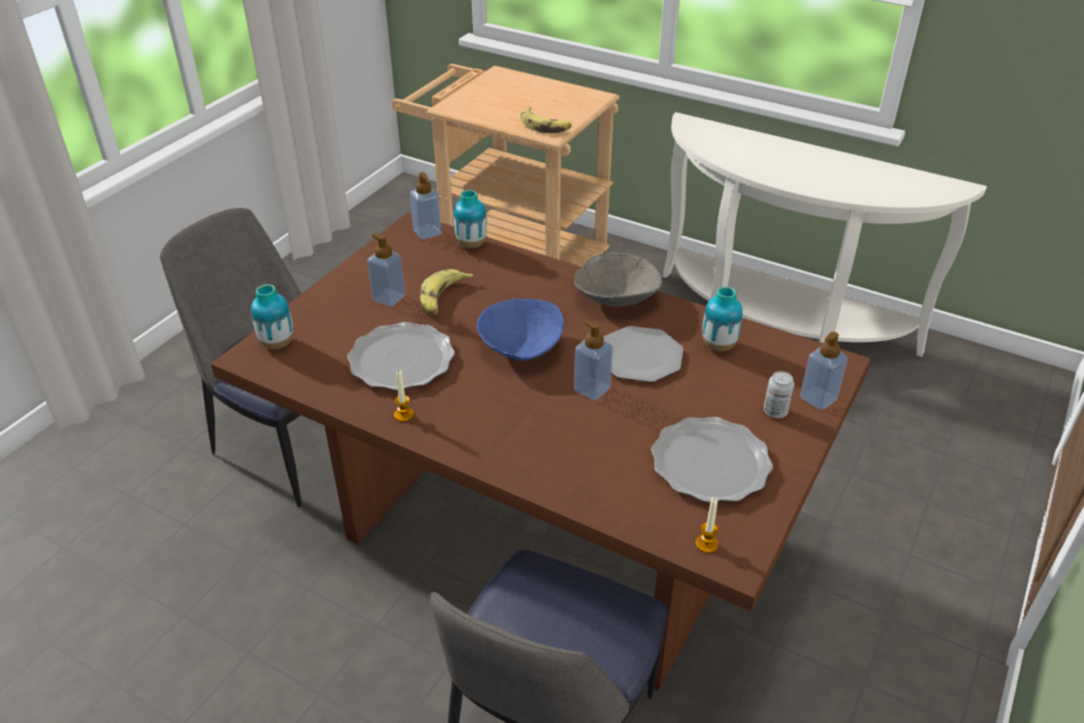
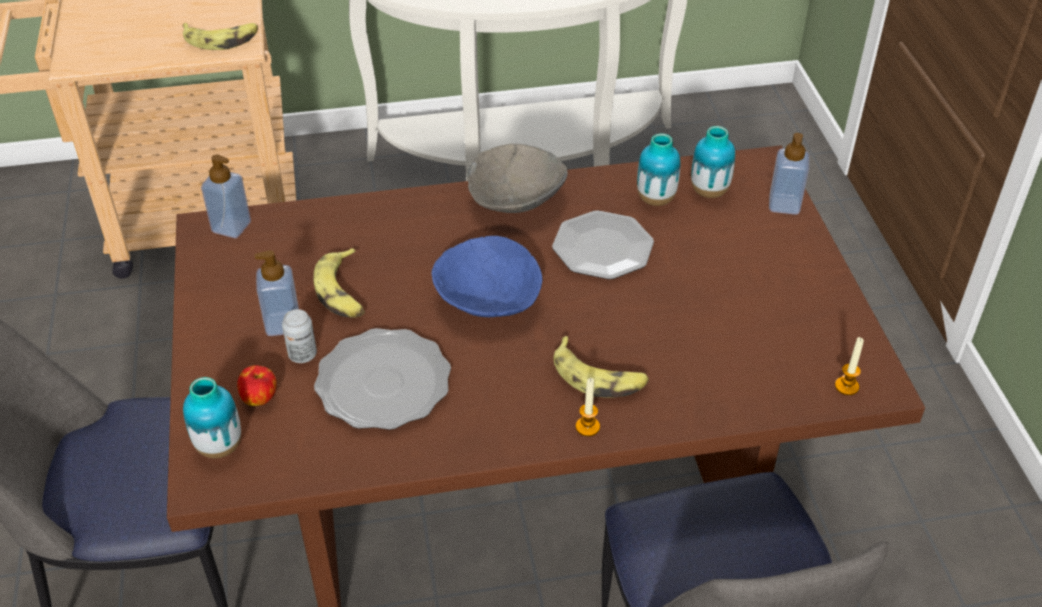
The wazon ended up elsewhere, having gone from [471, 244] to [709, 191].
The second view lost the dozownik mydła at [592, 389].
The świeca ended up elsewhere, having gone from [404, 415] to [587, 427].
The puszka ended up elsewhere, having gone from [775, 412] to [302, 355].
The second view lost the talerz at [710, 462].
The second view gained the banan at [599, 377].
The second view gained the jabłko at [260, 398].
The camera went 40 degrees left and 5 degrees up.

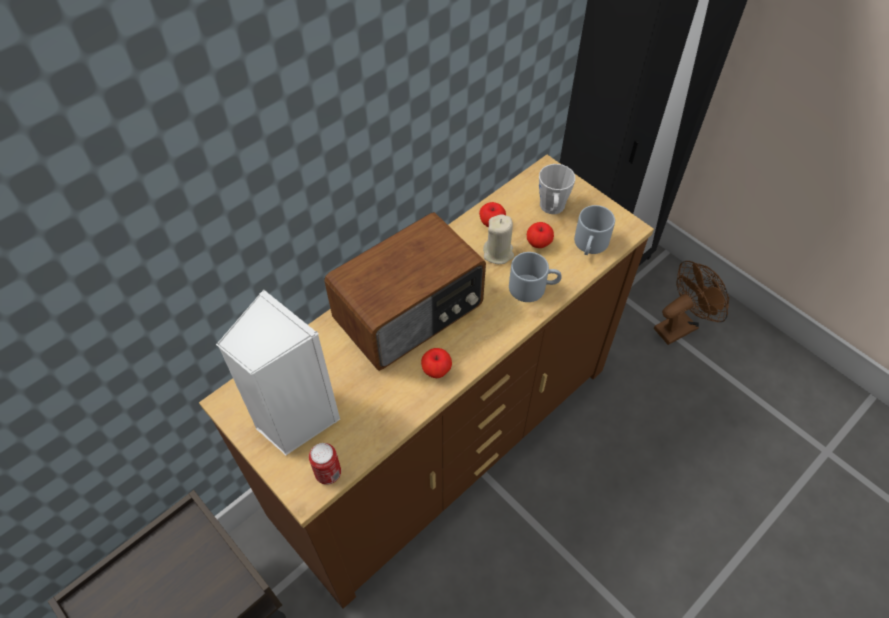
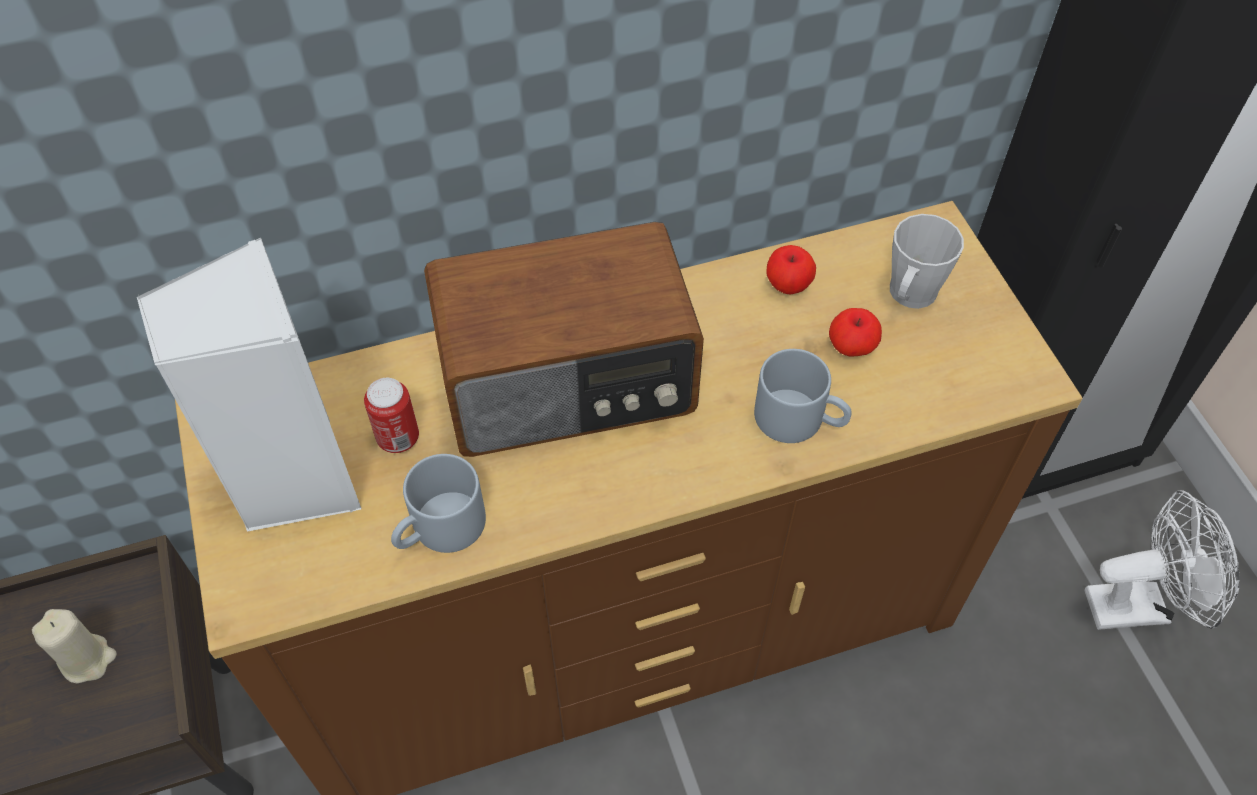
The kubek (szary) ended up elsewhere, having gone from [590, 245] to [440, 530].
The świeca (beżowy) ended up elsewhere, having gone from [498, 253] to [87, 659].
What was the wentylator (brązowy) at [680, 325] turned into the wentylator (biały) at [1138, 605].
The second view lost the jabłko at [436, 370].
The puszka ended up elsewhere, having gone from [328, 473] to [398, 438].
The camera went 25 degrees right and 0 degrees up.

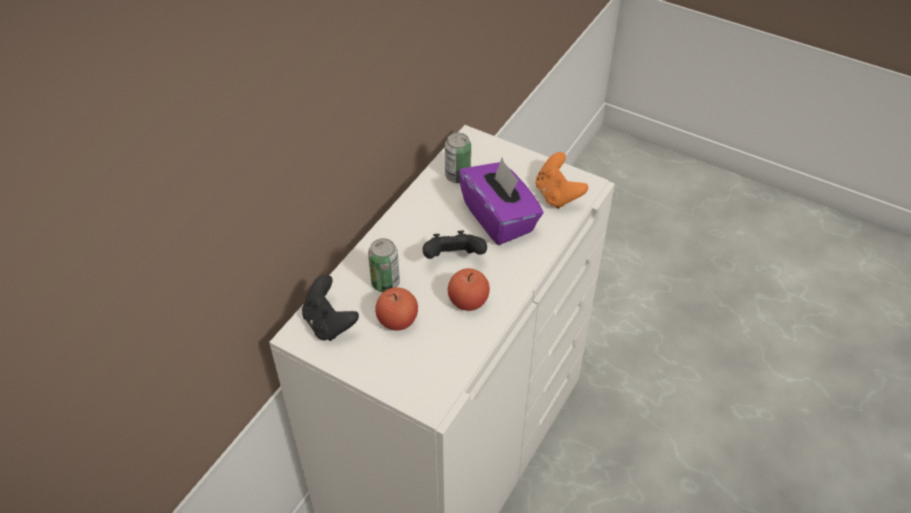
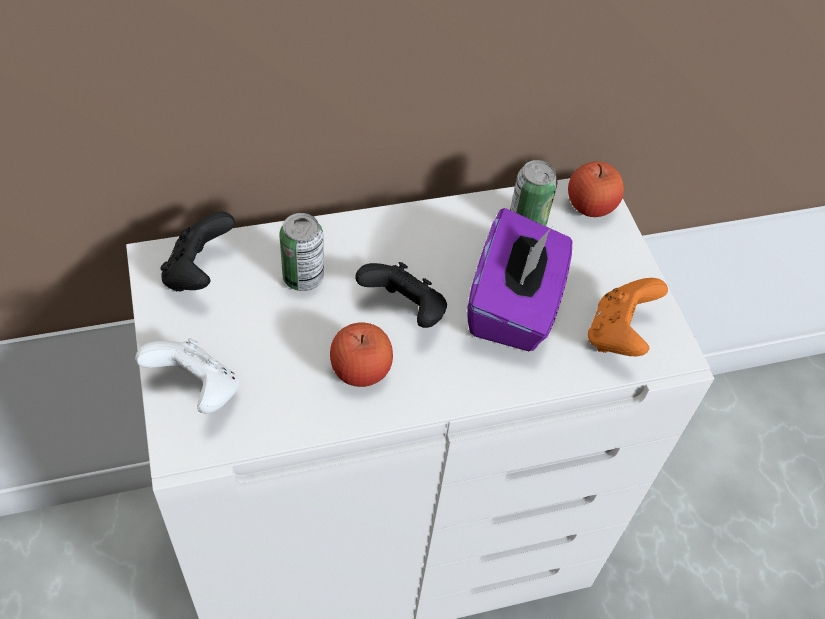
The jabłko ended up elsewhere, having gone from [397, 320] to [590, 206].
The second view gained the pad do gier (biały) at [197, 390].
The camera went 40 degrees right and 5 degrees up.

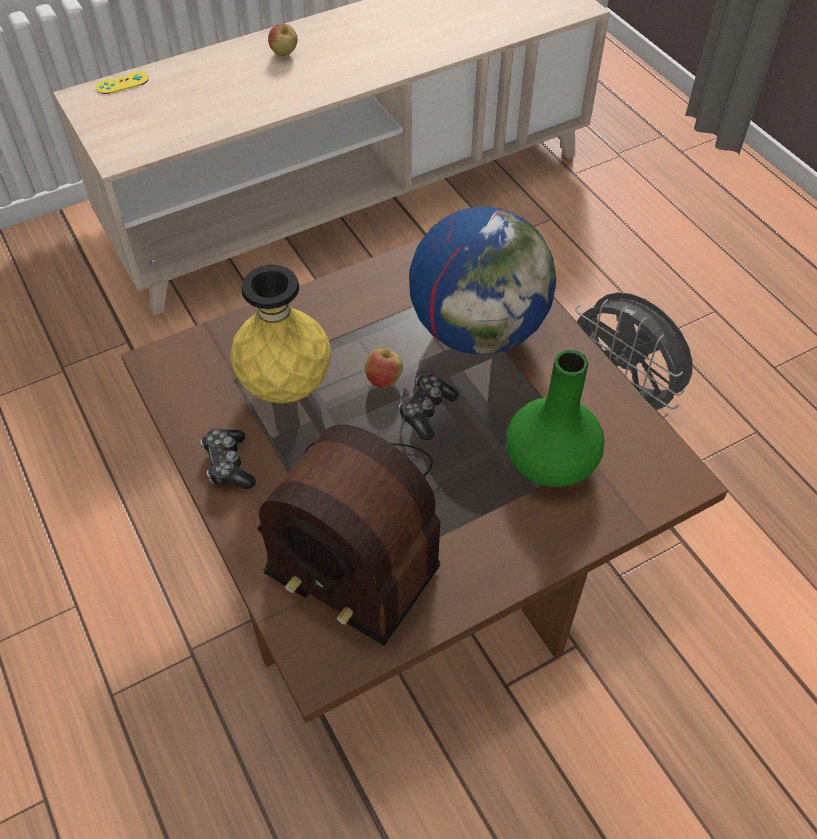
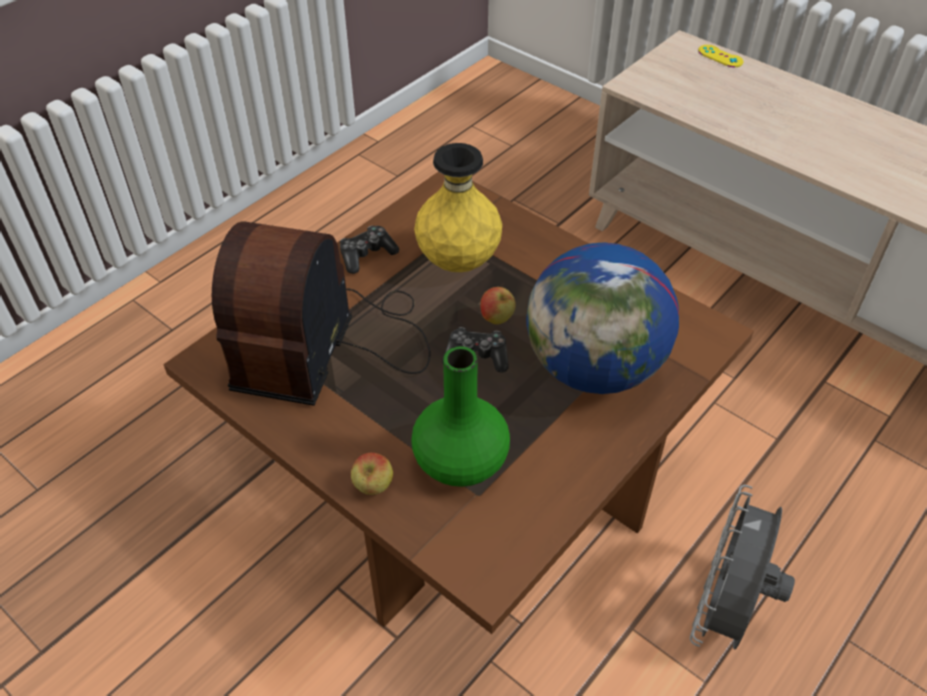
The jabłko ended up elsewhere, having gone from [284, 54] to [373, 487].
The camera went 70 degrees right and 5 degrees down.

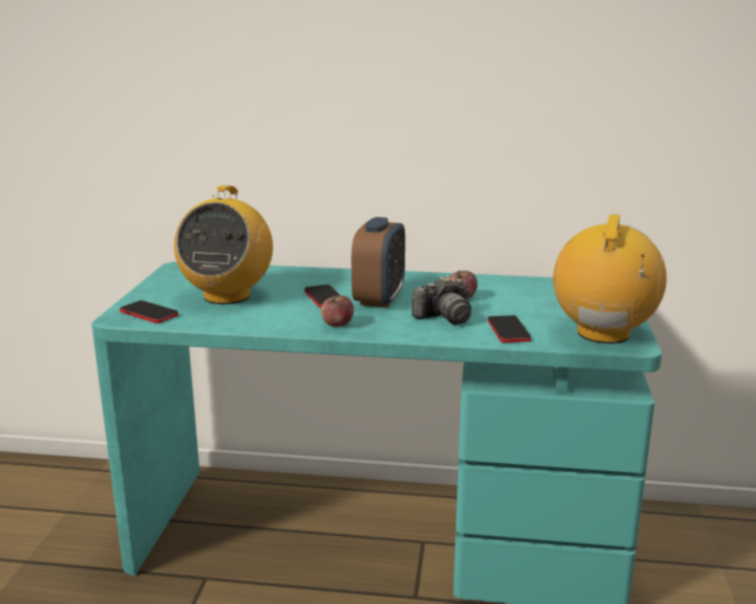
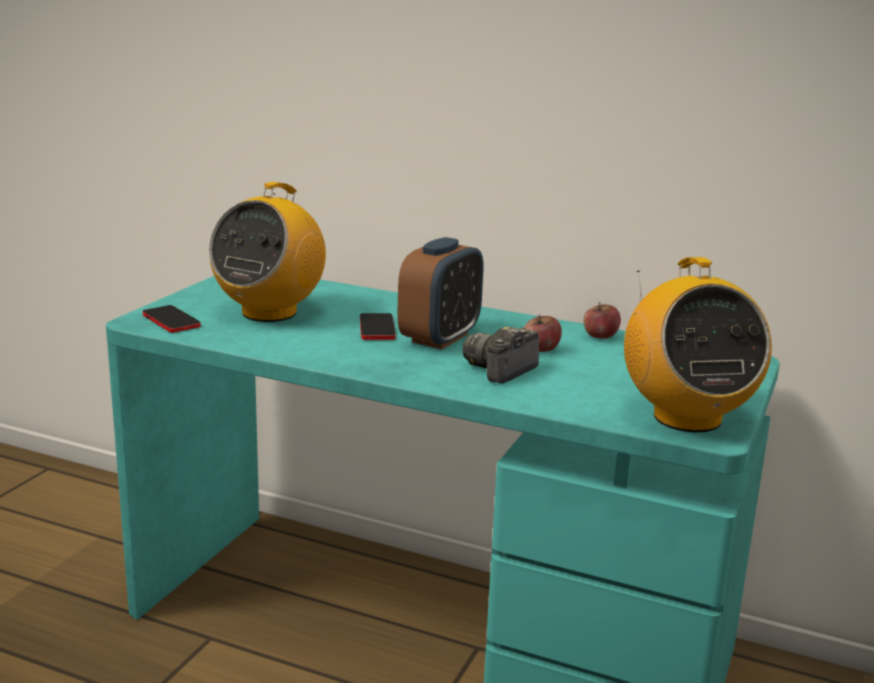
The radio at [603, 334] ended up facing another way, 135 degrees clockwise from before.
The aparat fotograficzny at [444, 317] ended up facing another way, 135 degrees clockwise from before.
The jabłko ended up elsewhere, having gone from [337, 324] to [600, 336].
The second view lost the telefon at [508, 330].
The camera went 15 degrees right and 0 degrees up.

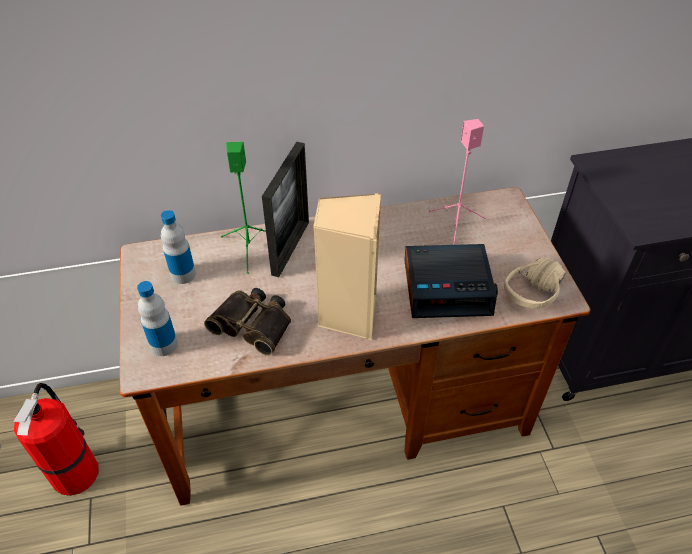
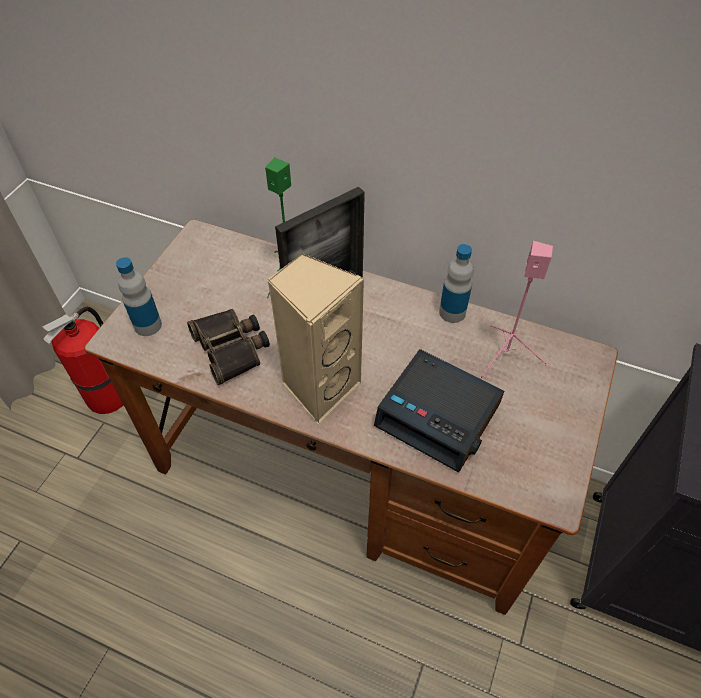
The butelka ended up elsewhere, having gone from [183, 274] to [452, 312].
The second view lost the słuchawki (beżowy) at [542, 298].
The camera went 35 degrees right and 5 degrees up.

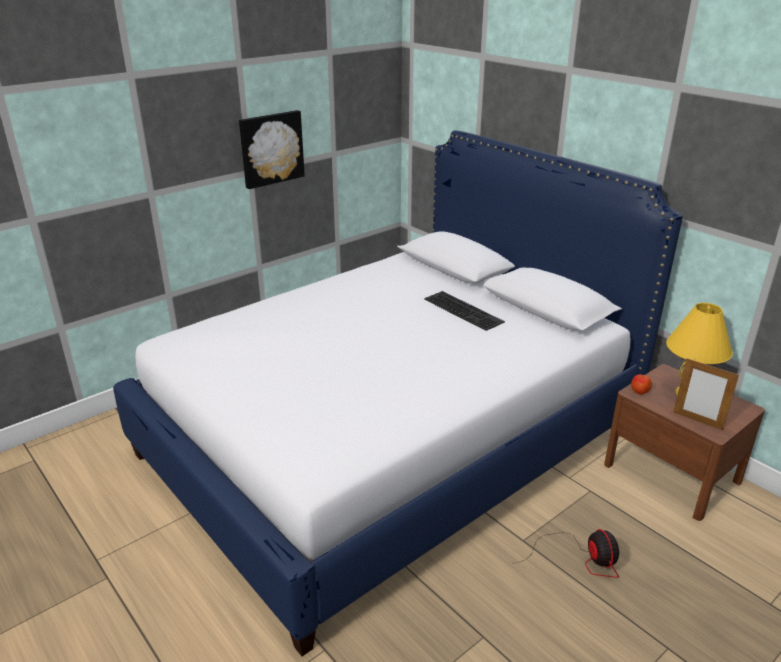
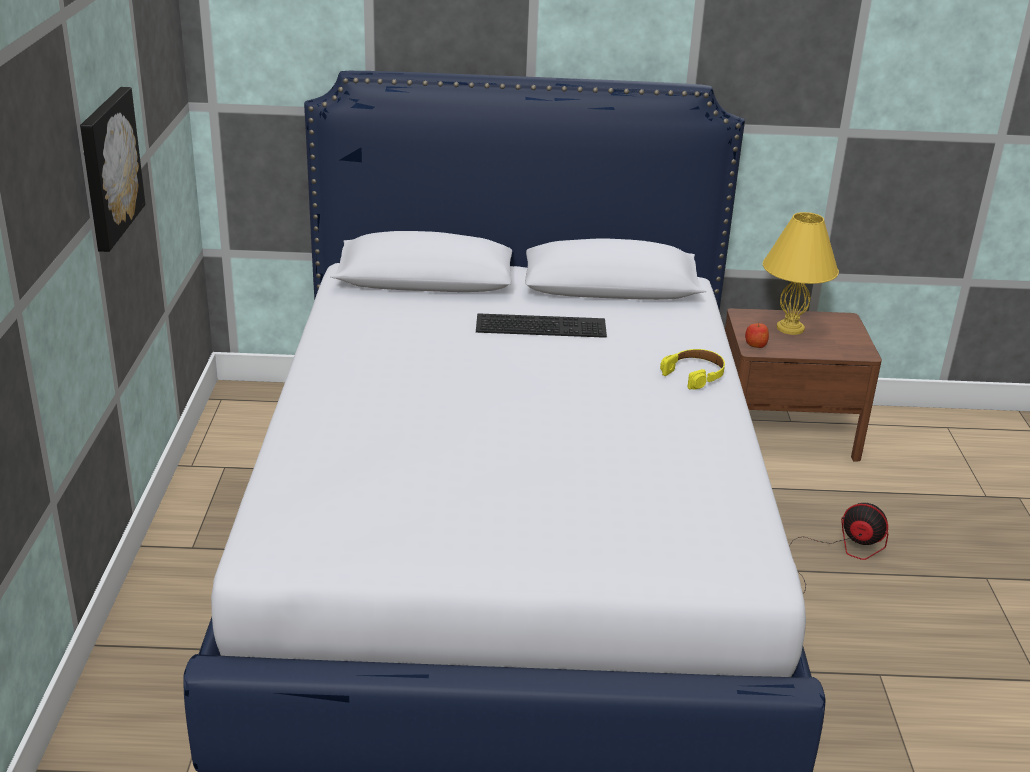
The second view lost the ramka na zdjęcie at [697, 421].
The second view gained the słuchawki (żółty) at [695, 374].
The camera went 50 degrees left and 0 degrees up.

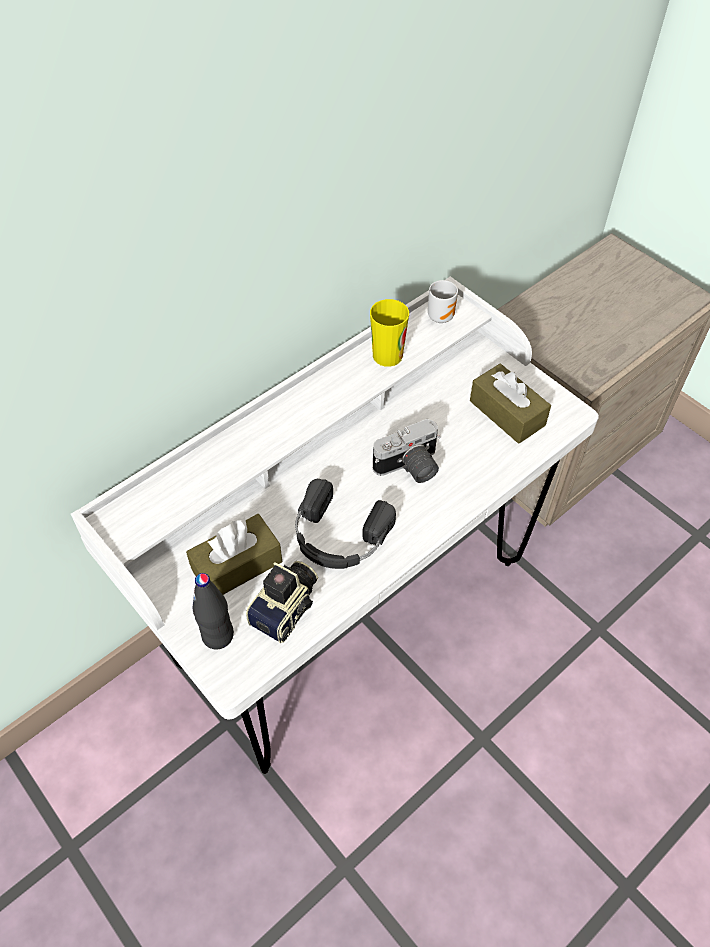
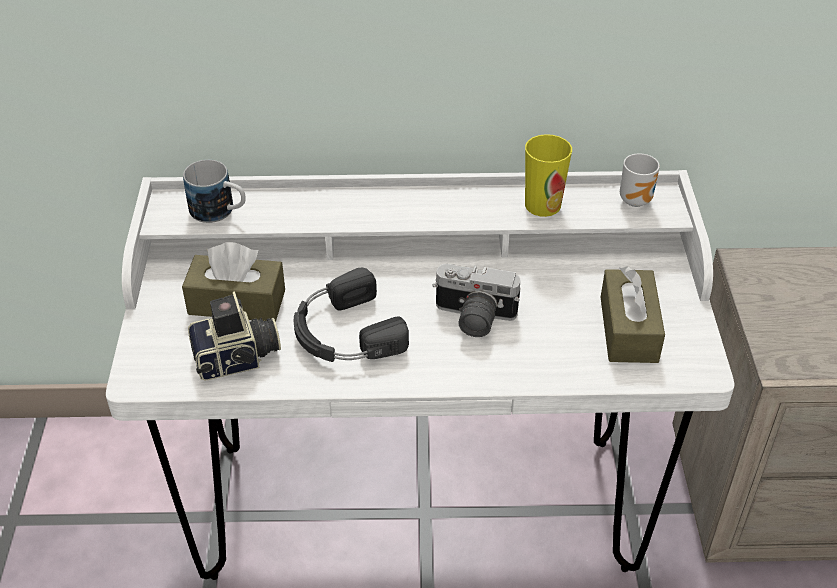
The second view lost the butelka (czarny) at [218, 635].
The second view gained the kubek at [220, 212].
The camera went 40 degrees right and 10 degrees down.

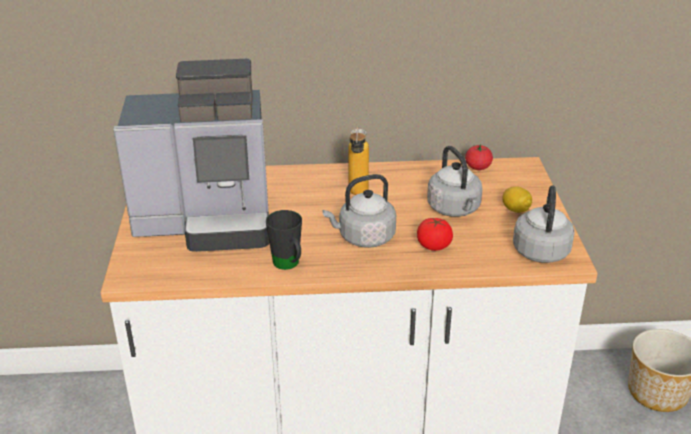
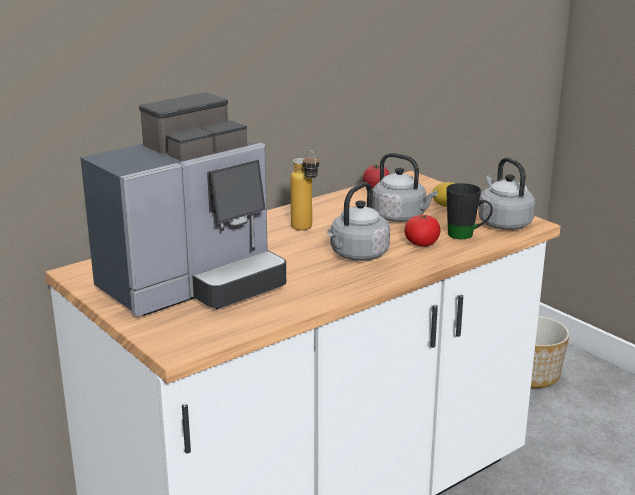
The kubek (czarny) ended up elsewhere, having gone from [289, 266] to [467, 236].
The camera went 35 degrees left and 10 degrees down.

